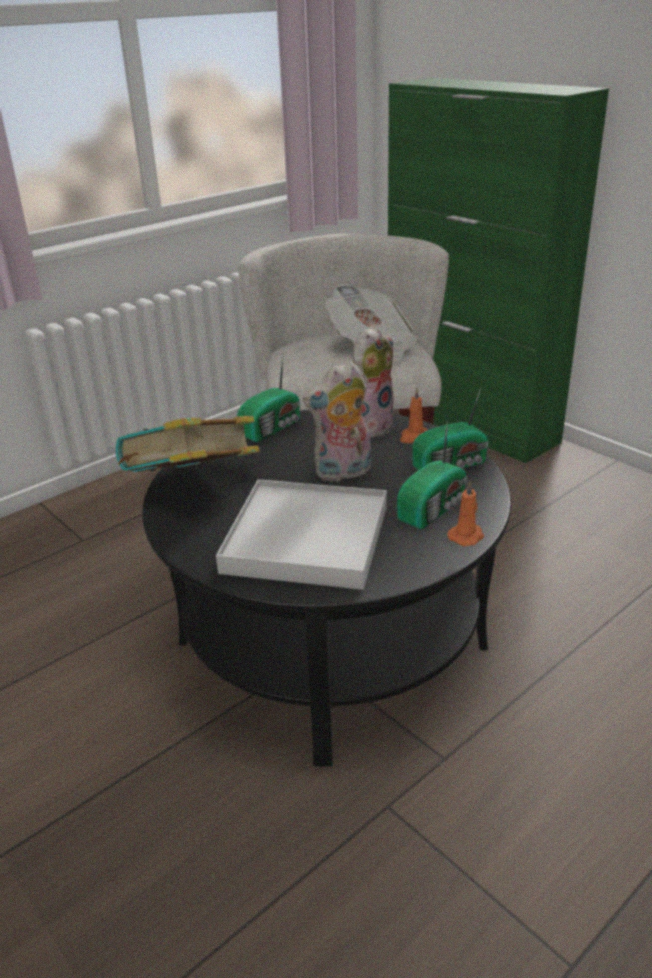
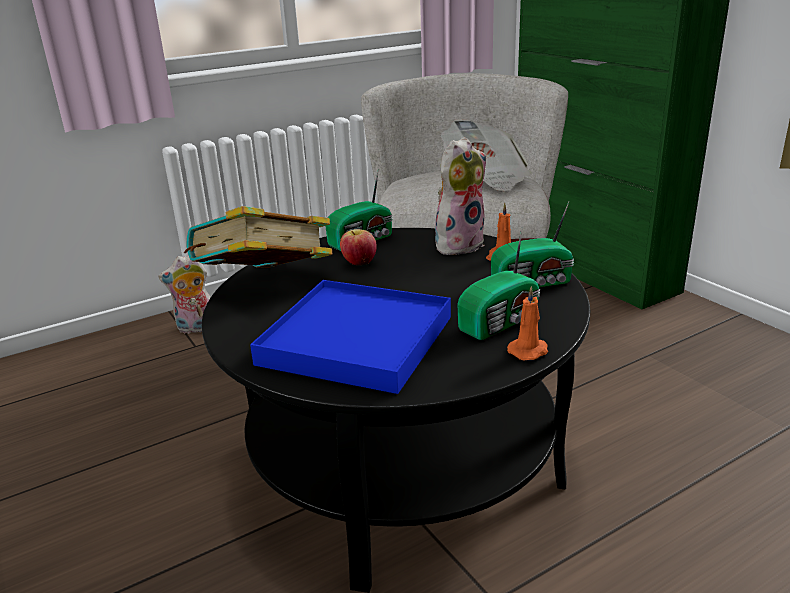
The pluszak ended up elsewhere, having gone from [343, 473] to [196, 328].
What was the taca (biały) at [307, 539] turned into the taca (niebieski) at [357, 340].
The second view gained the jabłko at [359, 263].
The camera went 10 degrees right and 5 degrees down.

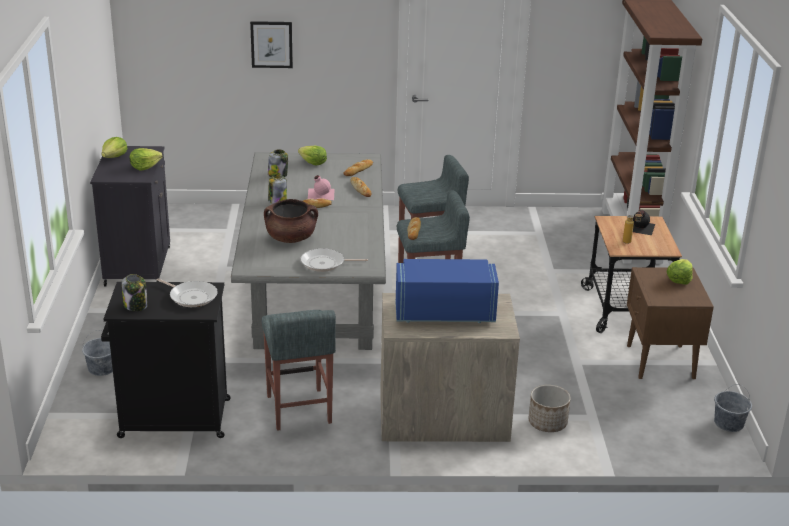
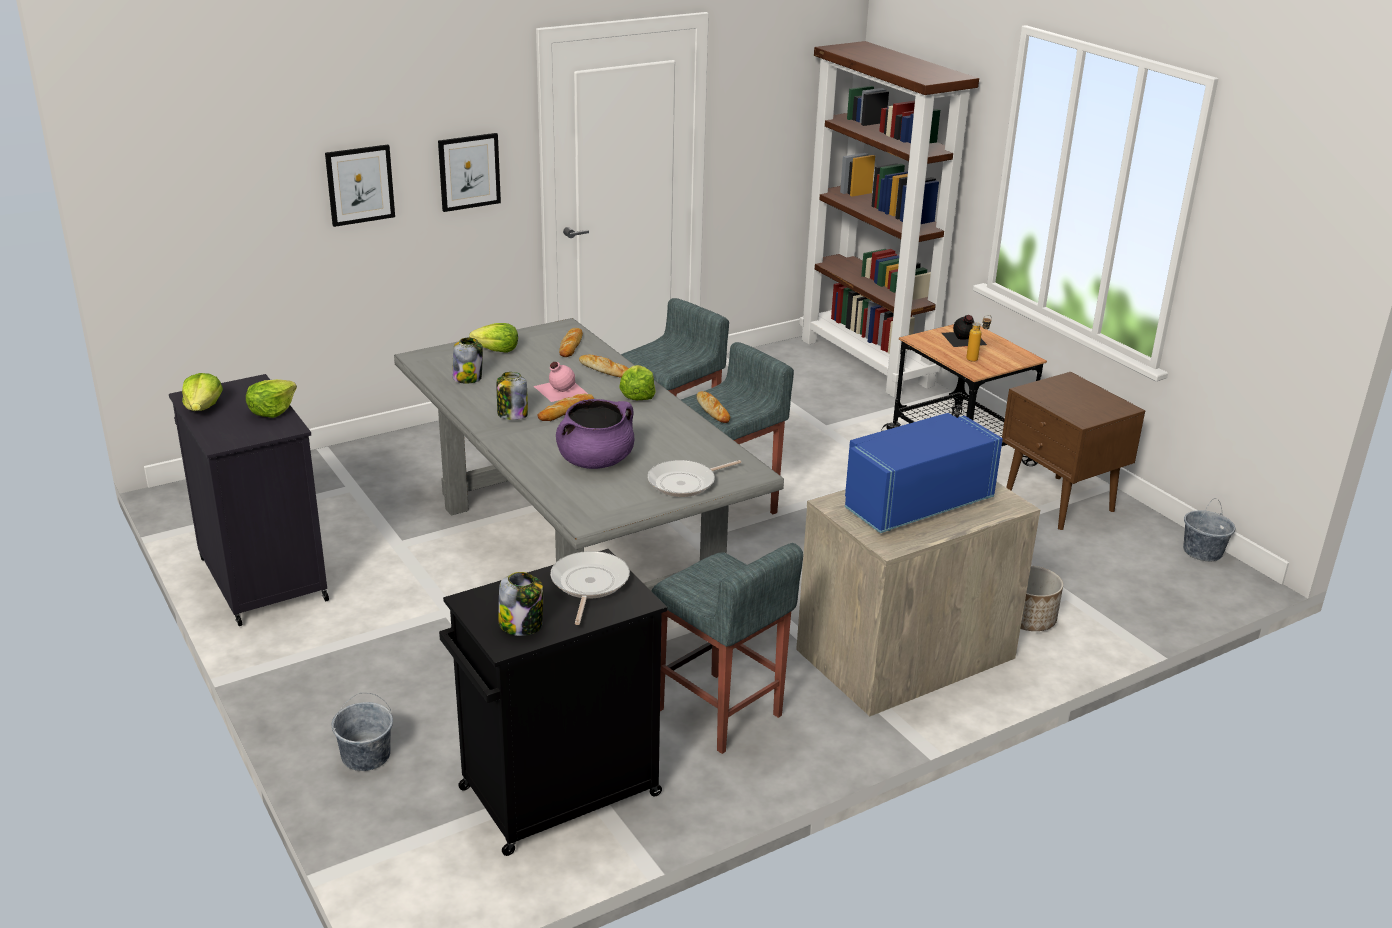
What was the garnek (brązowy) at [291, 238] turned into the garnek (fioletowy) at [595, 461].
The sałata ended up elsewhere, having gone from [679, 279] to [637, 395].
The patelnia at [191, 296] ended up facing another way, 90 degrees counterclockwise from before.
The second view gained the obraz at [469, 172].
The camera went 30 degrees left and 0 degrees up.

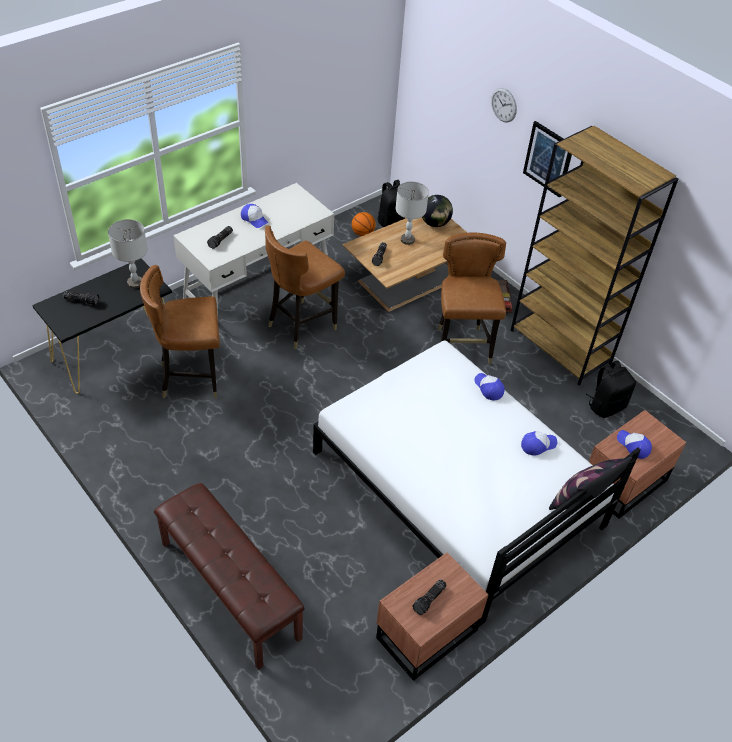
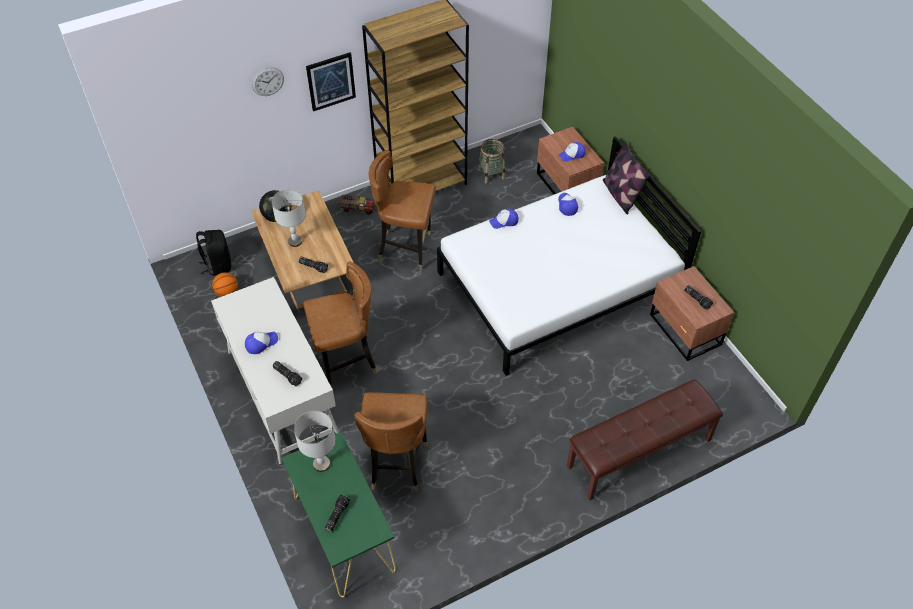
The krzesło (brązowy) at [301, 325] ended up facing another way, 75 degrees counterclockwise from before.
What was the stolik konsolowy (czarny) at [115, 353] turned into the stolik konsolowy (zielony) at [344, 533].
Where the plecak (czarny) stood at [606, 406], the koszyk came to stand at [491, 174].
The camera went 75 degrees left and 5 degrees up.

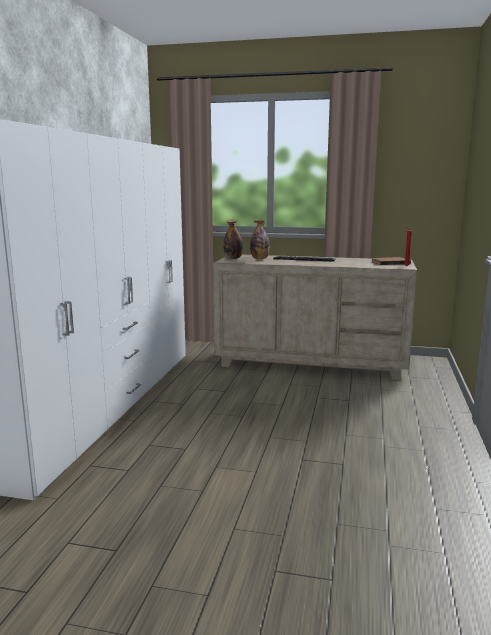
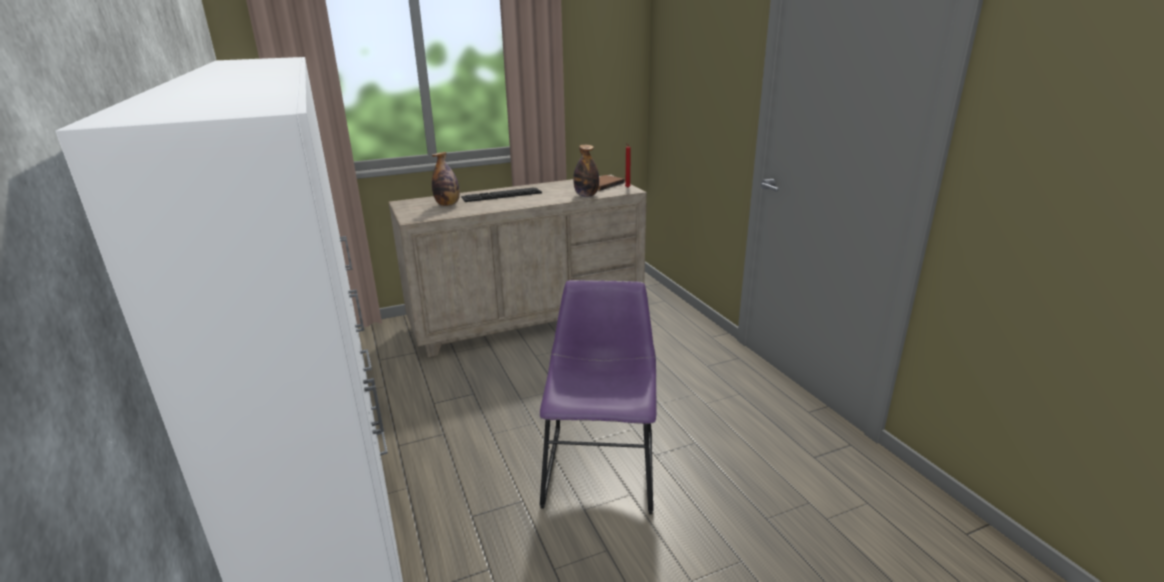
The butelka ended up elsewhere, having gone from [233, 258] to [586, 195].
The second view gained the krzesło (fioletowy) at [600, 464].
The camera went 35 degrees left and 10 degrees up.

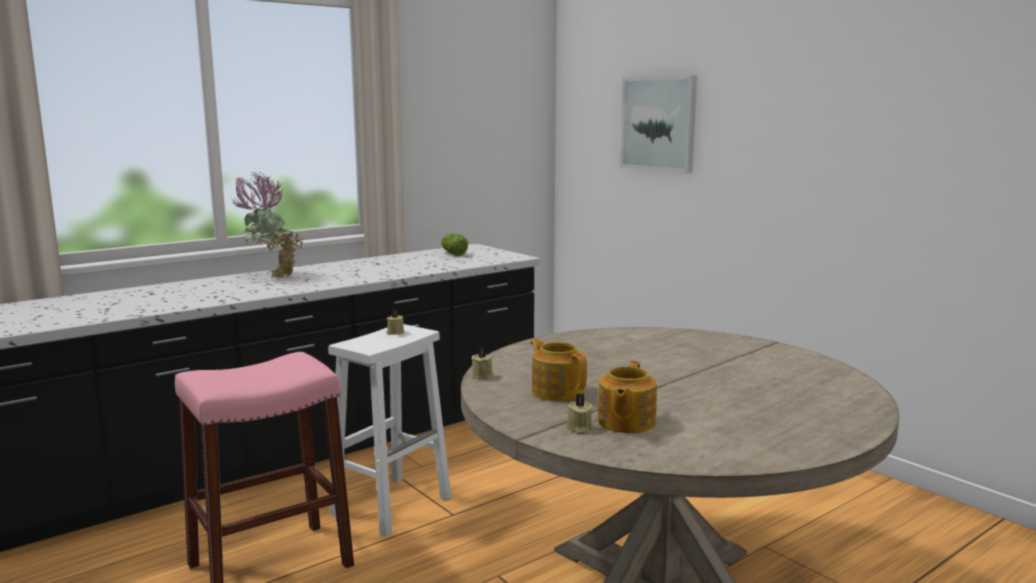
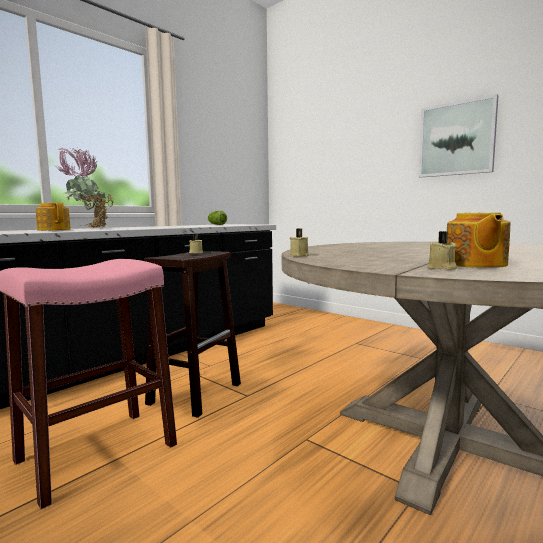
The obraz ended up elsewhere, having gone from [658, 124] to [456, 139].
What was the stołek (biały) at [392, 504] turned into the stołek (brązowy) at [196, 393].
The imbryk ended up elsewhere, having gone from [557, 392] to [54, 230].
The camera went 10 degrees left and 5 degrees down.

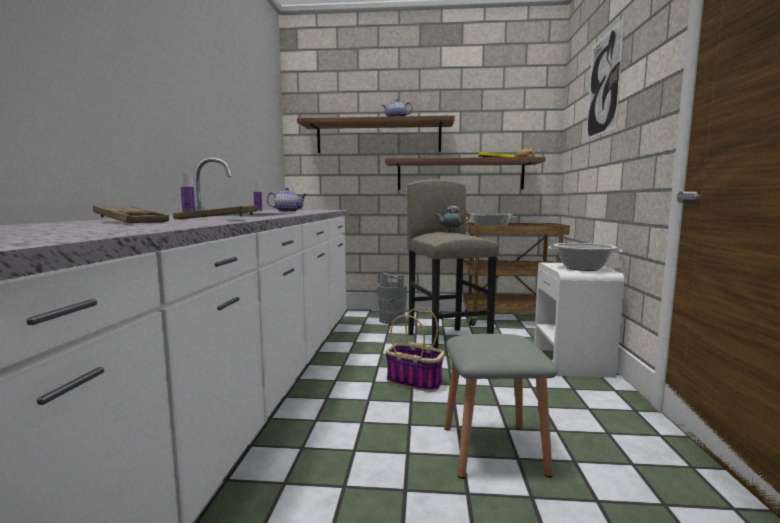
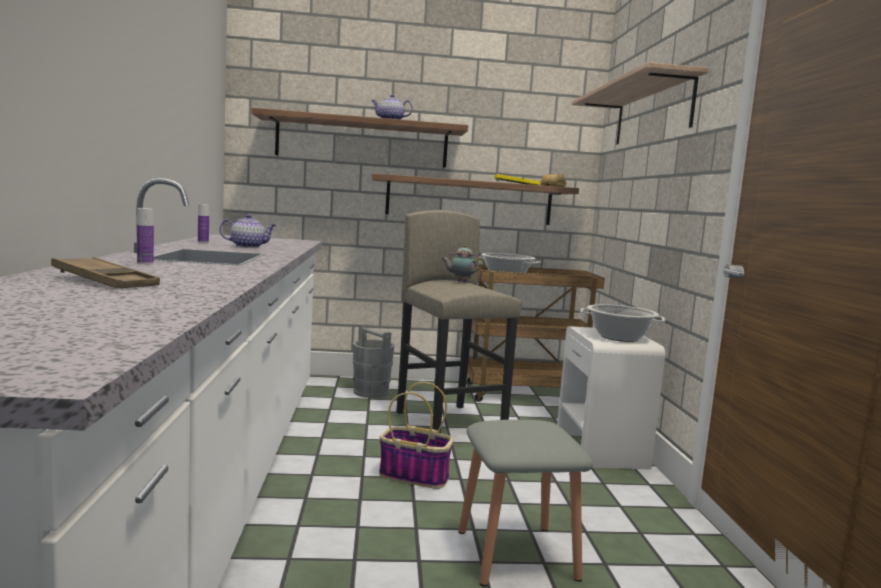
Where the obraz hung at [603, 84], the półka came to hang at [652, 113].
The second view lost the taca (brązowy) at [216, 219].
The camera went 10 degrees left and 0 degrees up.

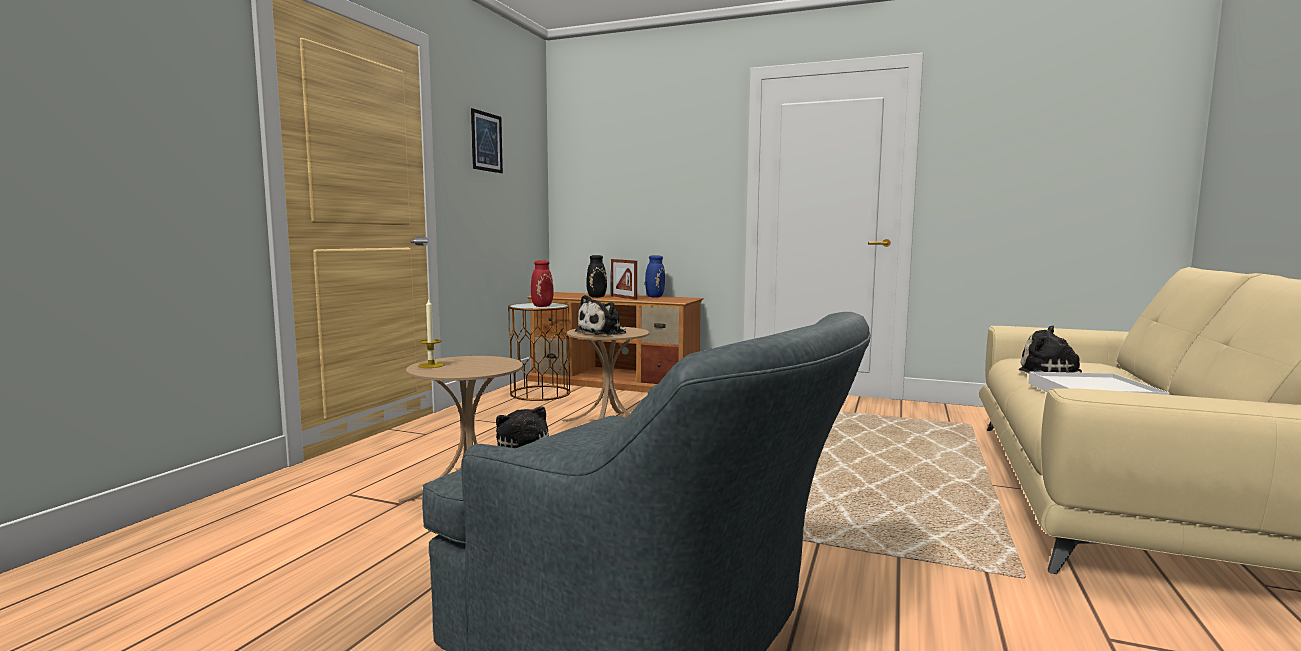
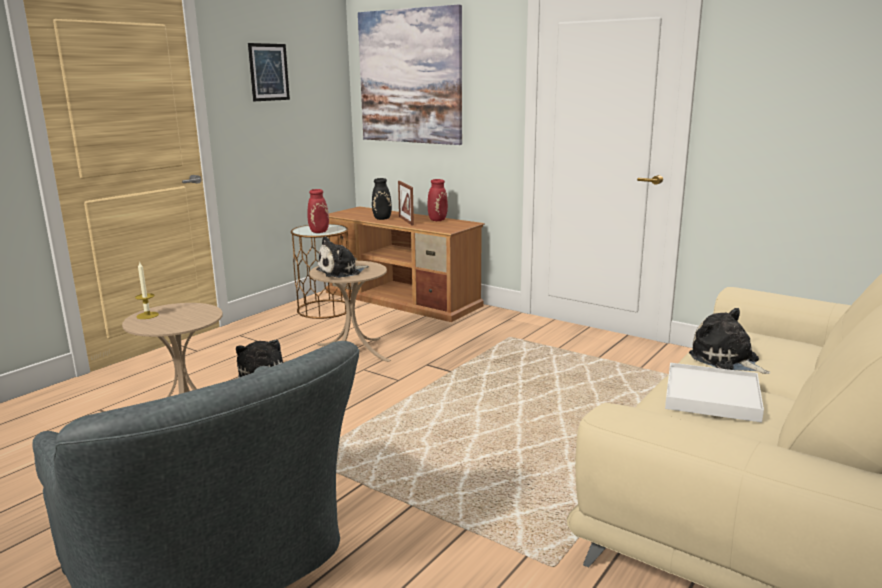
What was the wazon (niebieski) at [654, 297] turned into the wazon (czerwony) at [438, 220].
The second view gained the obraz at [410, 77].
The camera went 15 degrees right and 10 degrees up.

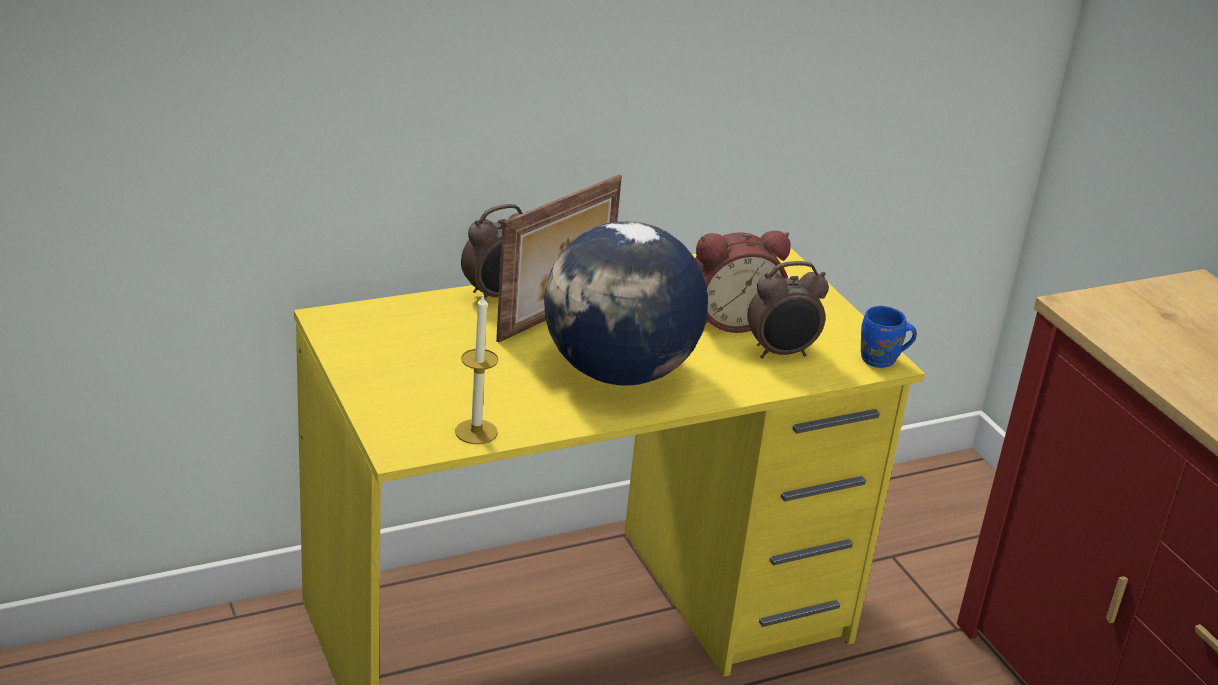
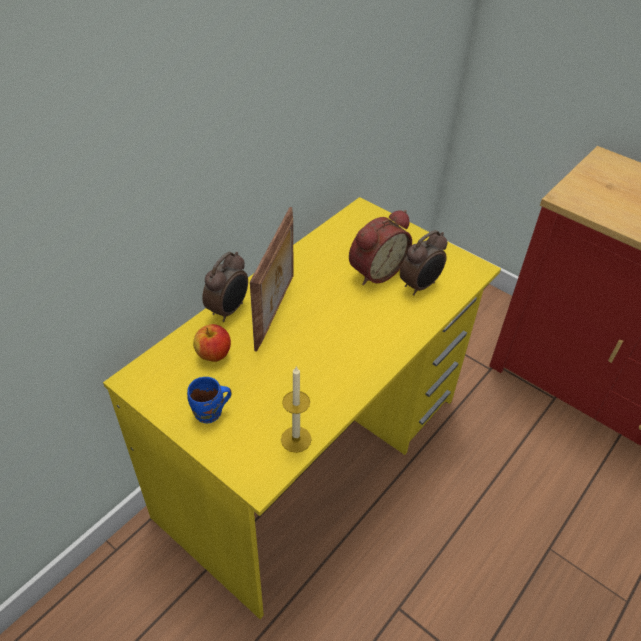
The second view lost the globus at [619, 373].
The kubek (niebieski) ended up elsewhere, having gone from [880, 361] to [210, 414].
The second view gained the jabłko at [214, 354].
The camera went 25 degrees left and 15 degrees up.

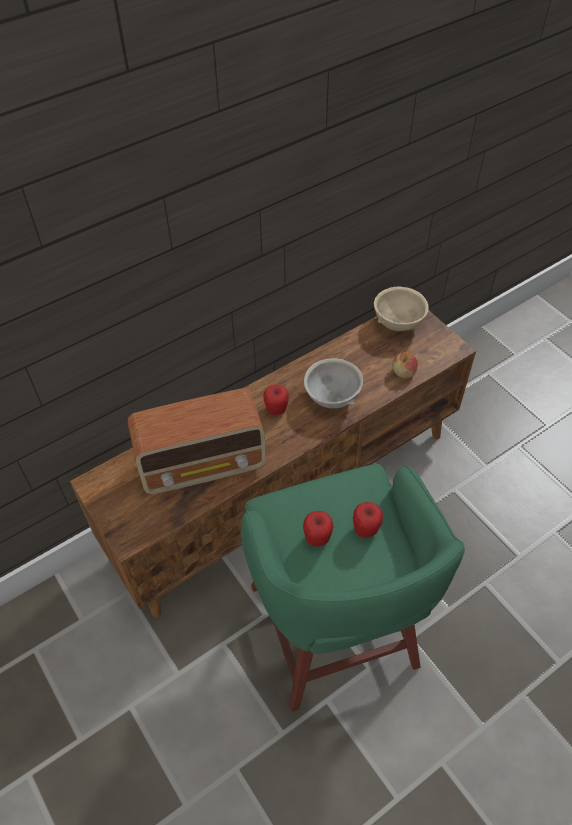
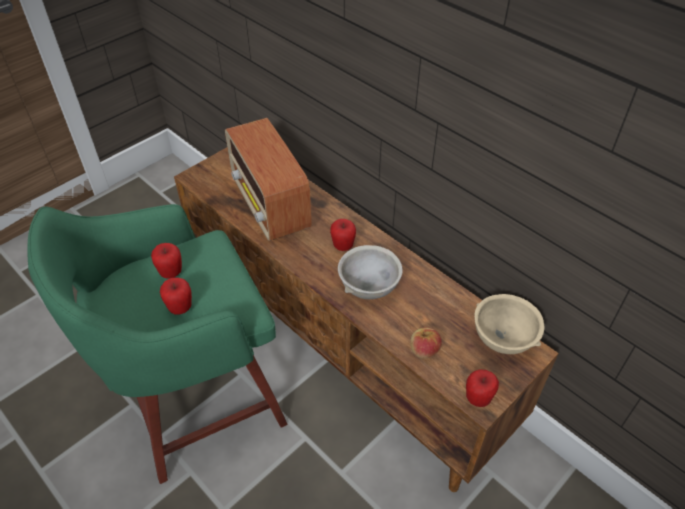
The second view gained the jabłko at [478, 398].
The camera went 80 degrees right and 5 degrees down.

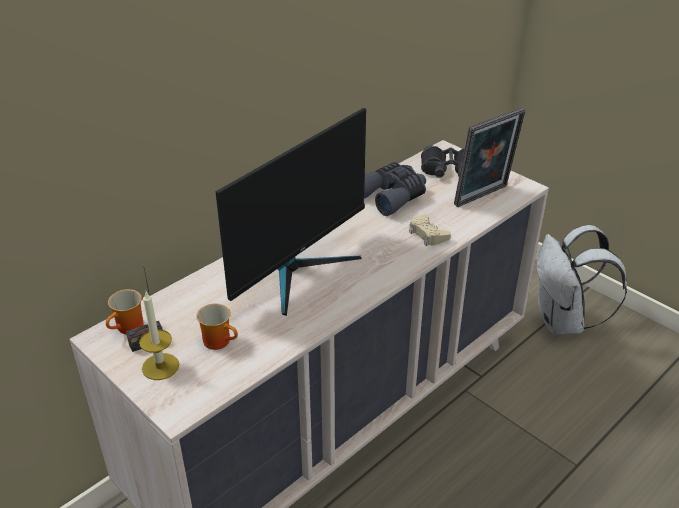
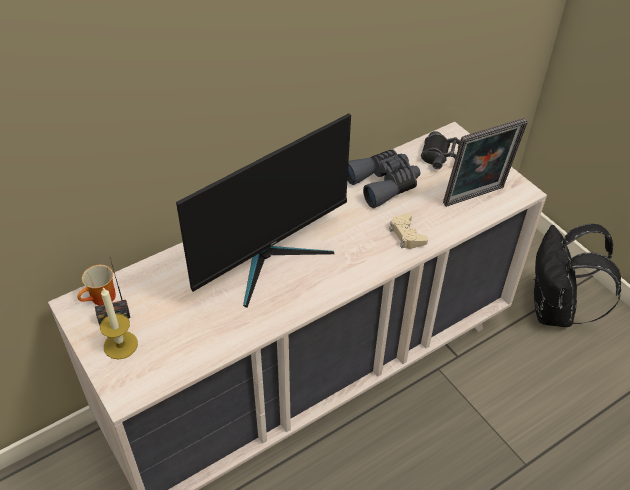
What was the plecak (biały) at [563, 322] turned into the plecak (czarny) at [555, 311].
The second view lost the kubek at [220, 341].
The camera went 10 degrees right and 10 degrees up.

